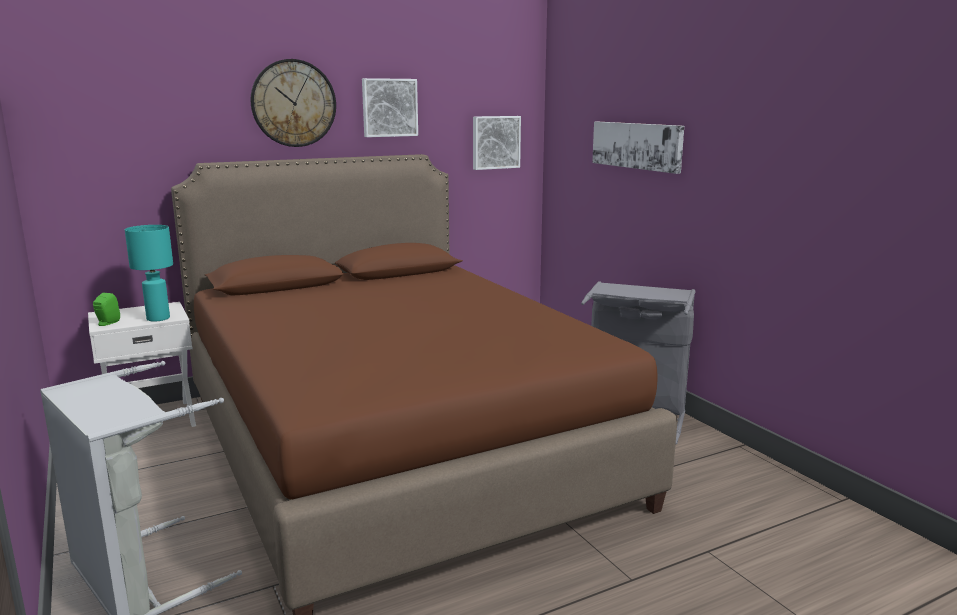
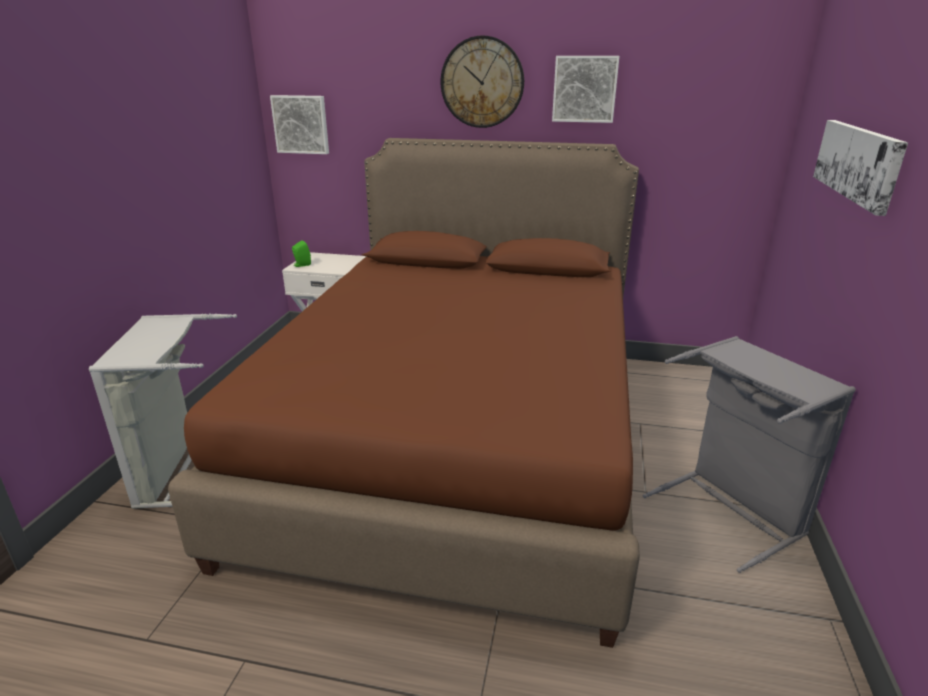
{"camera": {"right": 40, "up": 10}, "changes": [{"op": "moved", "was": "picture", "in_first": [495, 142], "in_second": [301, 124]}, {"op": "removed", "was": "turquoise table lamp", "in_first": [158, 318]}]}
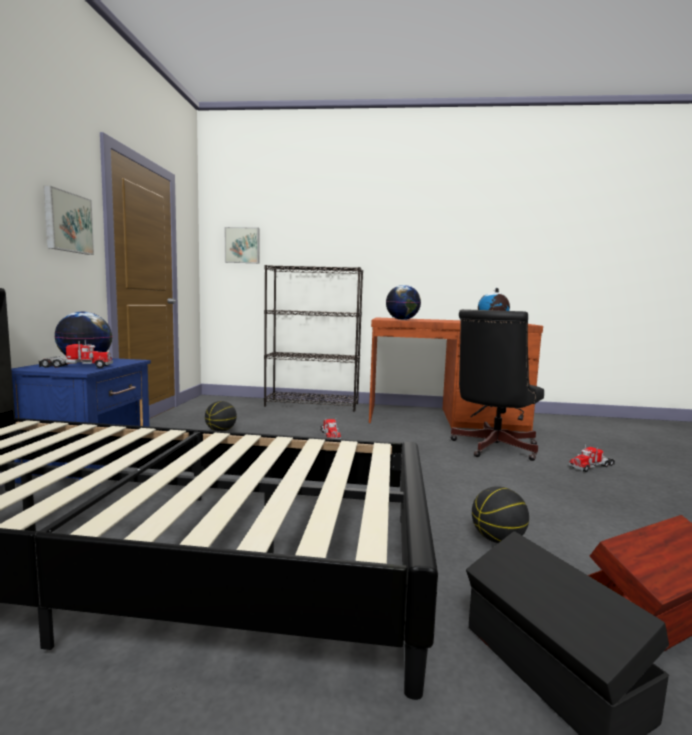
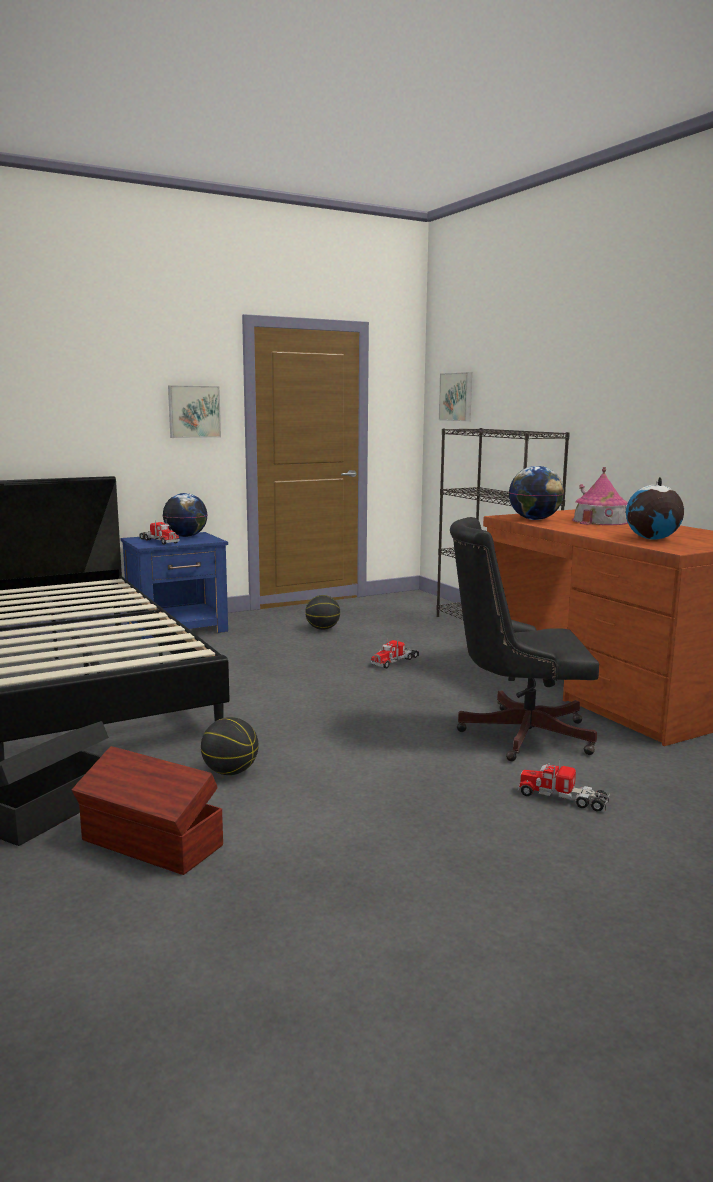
{"camera": {"right": 55, "up": 5}, "changes": [{"op": "added", "now": "toy house", "in_second": [600, 521]}]}
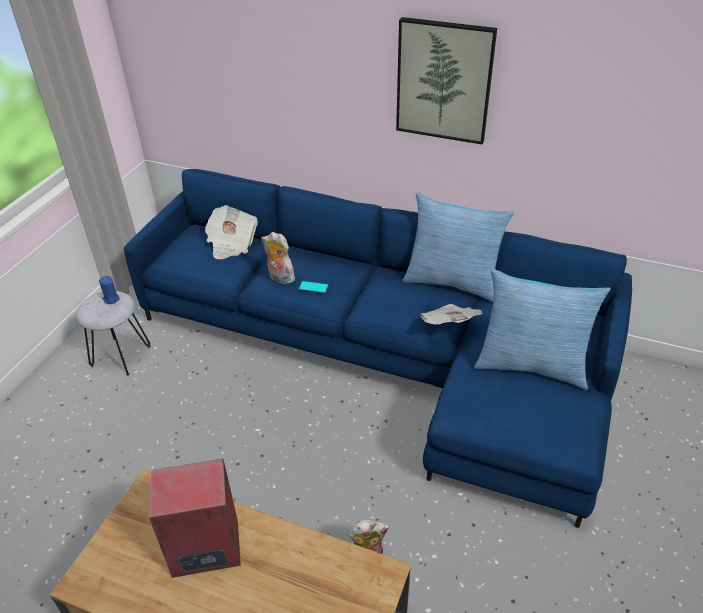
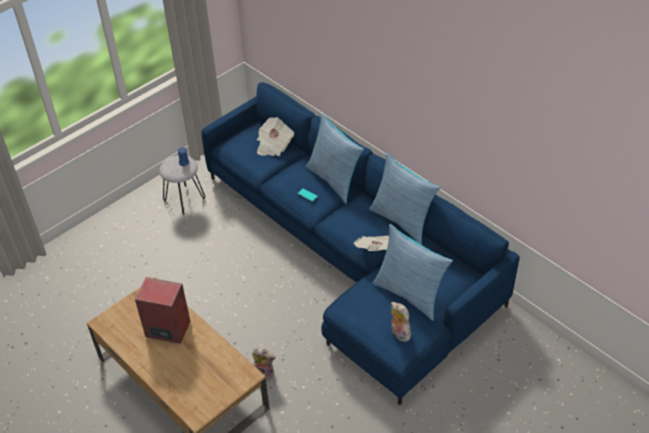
{"camera": {"right": 25, "up": 5}, "changes": [{"op": "added", "now": "pillow", "in_second": [334, 180]}, {"op": "moved", "was": "soft toy", "in_first": [279, 278], "in_second": [398, 333]}, {"op": "removed", "was": "picture", "in_first": [444, 81]}]}
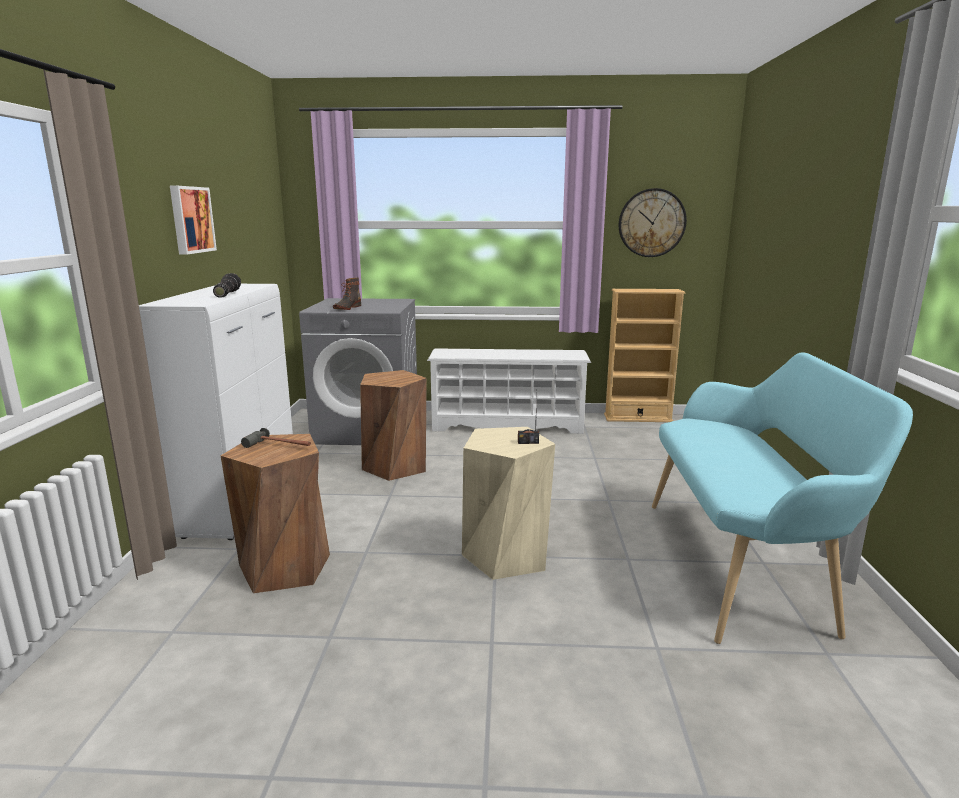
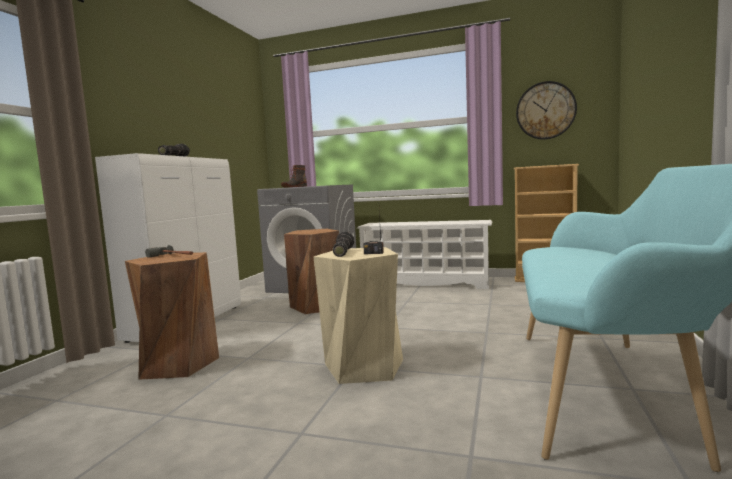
{"camera": {"right": 15, "up": -10}, "changes": [{"op": "added", "now": "hand torch", "in_second": [342, 252]}, {"op": "removed", "was": "picture", "in_first": [190, 219]}]}
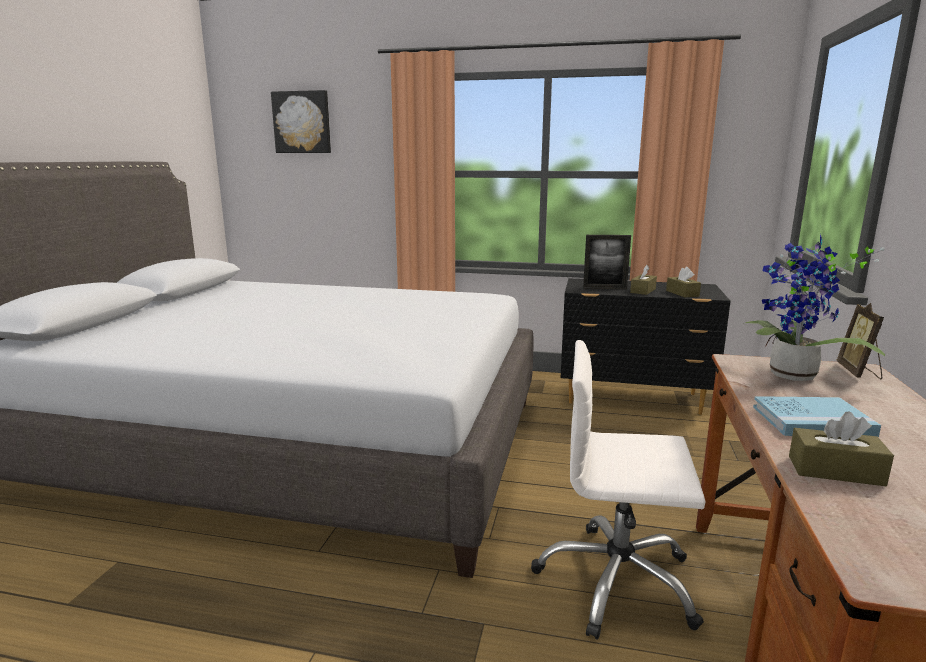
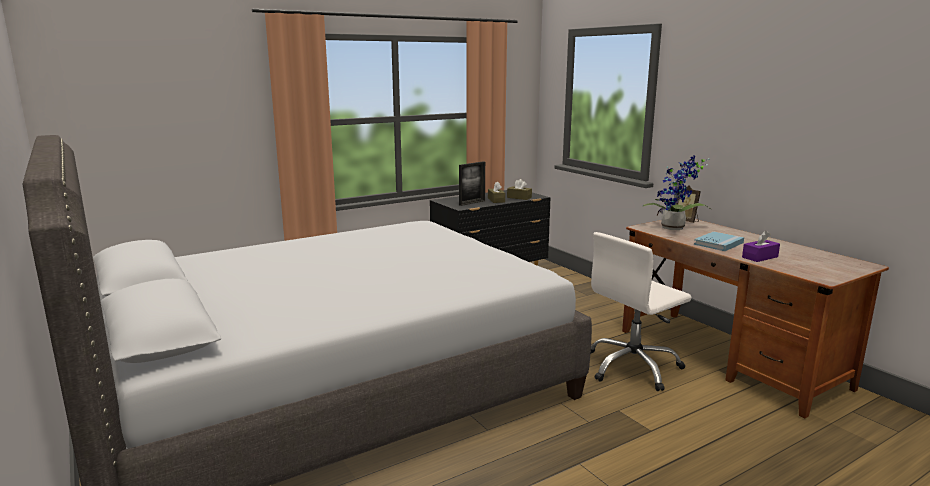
{"camera": {"right": -45, "up": 0}, "changes": [{"op": "recoloured", "was": "brown-coloured tissue box", "now": "purple-coloured tissue box", "in_first": [835, 471], "in_second": [760, 257]}, {"op": "removed", "was": "picture", "in_first": [302, 122]}]}
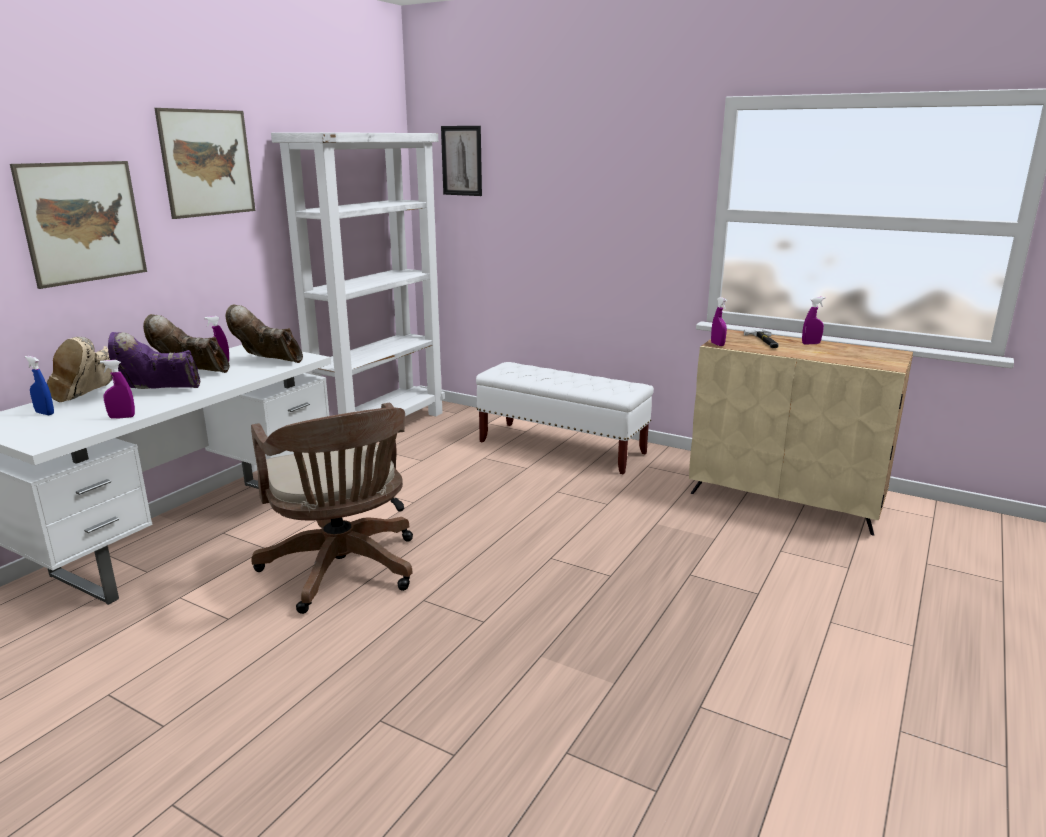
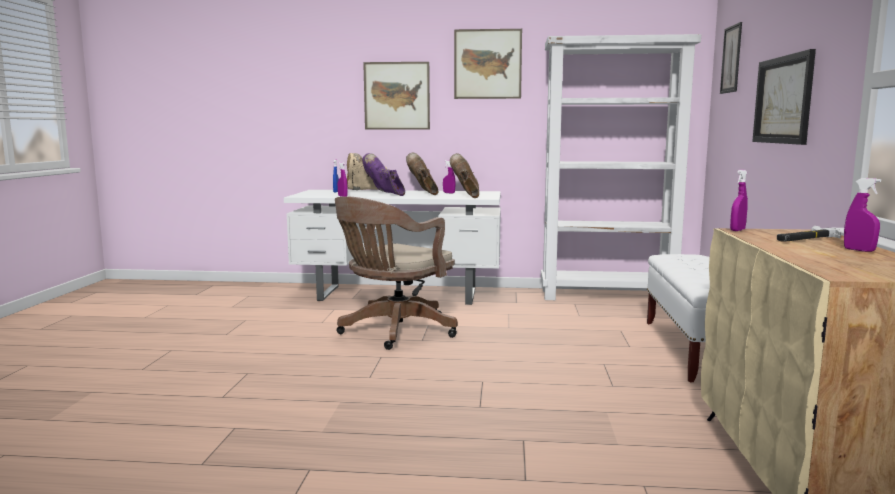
{"camera": {"right": 65, "up": -10}, "changes": [{"op": "added", "now": "picture", "in_second": [783, 100]}]}
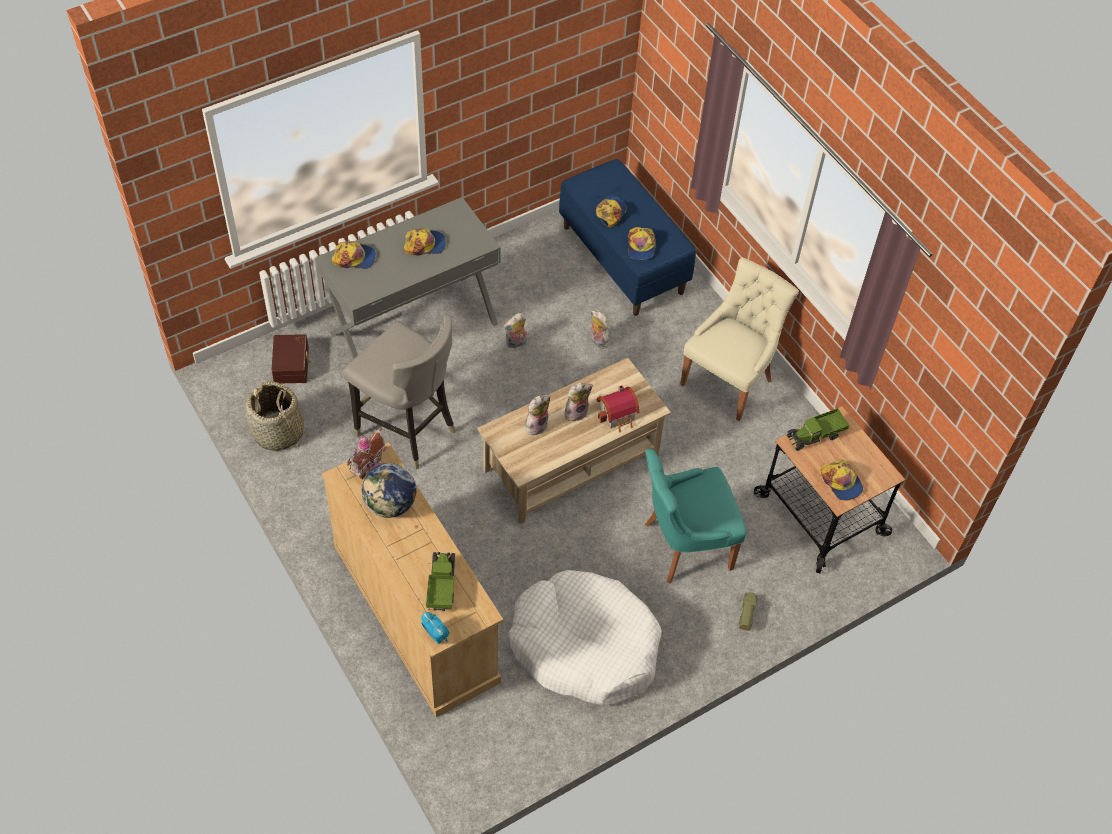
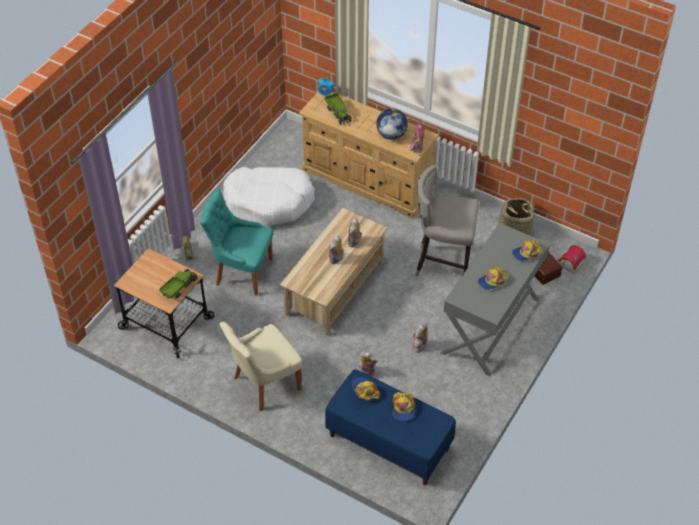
{"camera": {"right": 155, "up": -5}, "changes": [{"op": "turned", "was": "turquoise upright chair", "in_first": [684, 546], "in_second": [241, 271], "clockwise": -120}, {"op": "turned", "was": "beige-coloured upright chair", "in_first": [729, 380], "in_second": [264, 384], "clockwise": 45}, {"op": "moved", "was": "toy house", "in_first": [618, 415], "in_second": [569, 264]}, {"op": "removed", "was": "peaked cap", "in_first": [841, 482]}]}
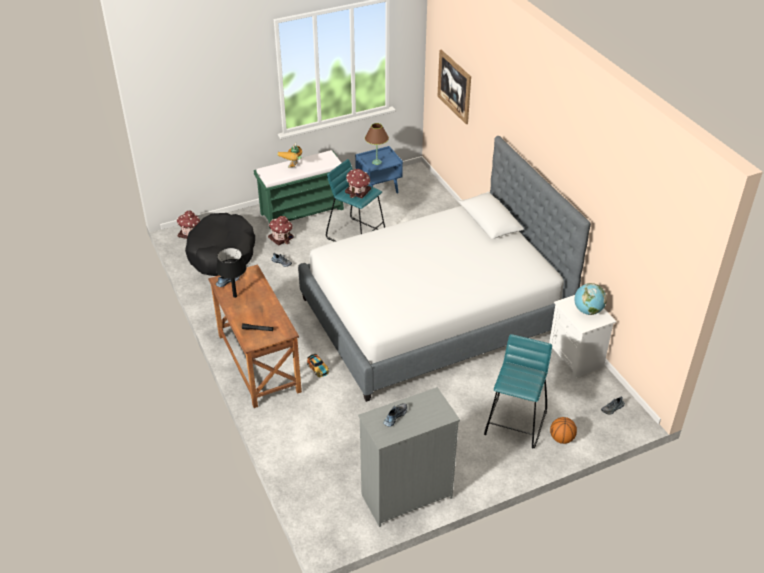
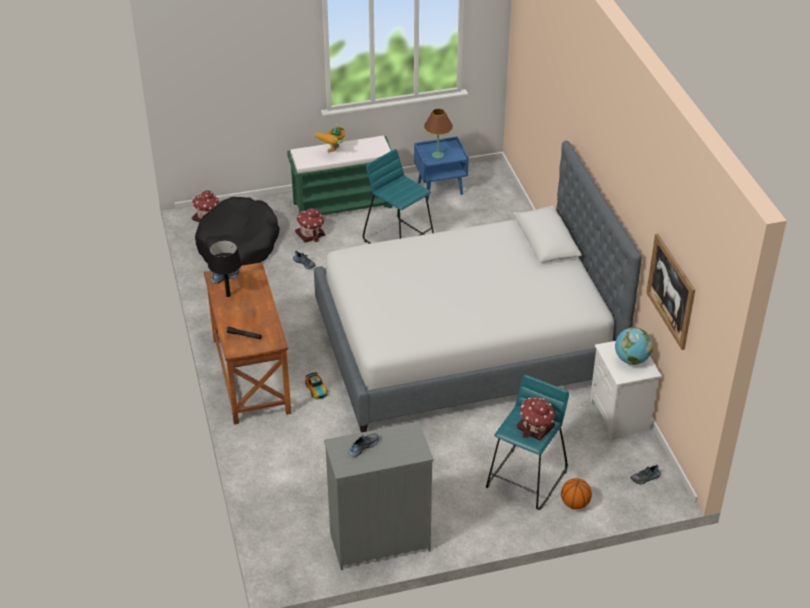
{"camera": {"right": 10, "up": 0}, "changes": [{"op": "moved", "was": "toy house", "in_first": [358, 191], "in_second": [536, 428]}, {"op": "moved", "was": "picture", "in_first": [454, 86], "in_second": [671, 291]}]}
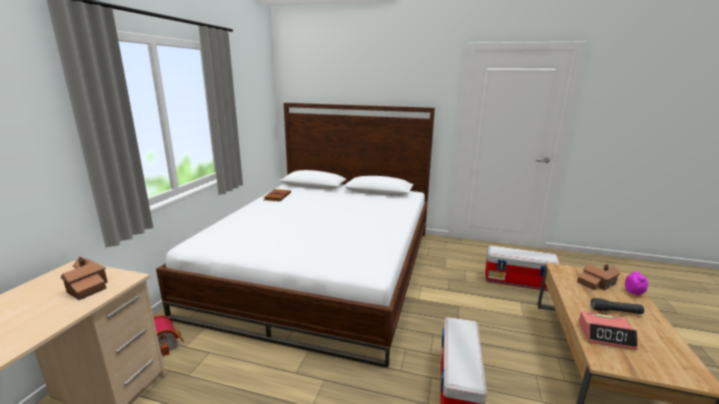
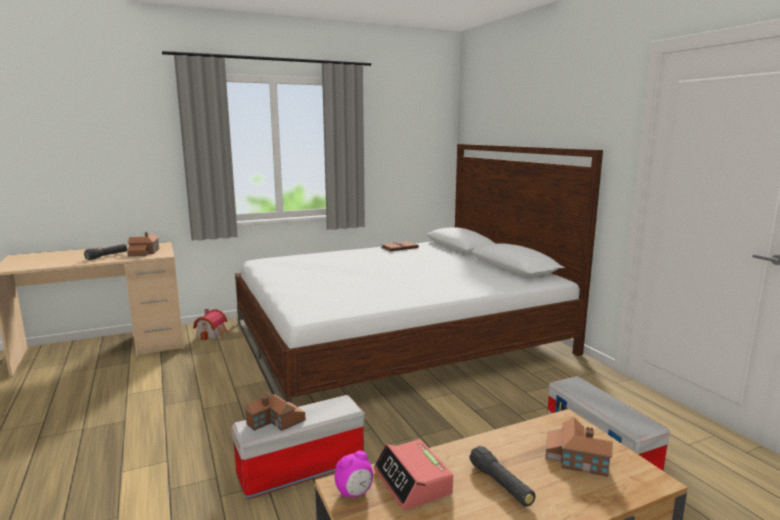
{"camera": {"right": 50, "up": -5}, "changes": [{"op": "added", "now": "black hand torch", "in_second": [107, 256]}, {"op": "added", "now": "toy house", "in_second": [276, 422]}, {"op": "moved", "was": "bedside clock", "in_first": [634, 292], "in_second": [354, 493]}]}
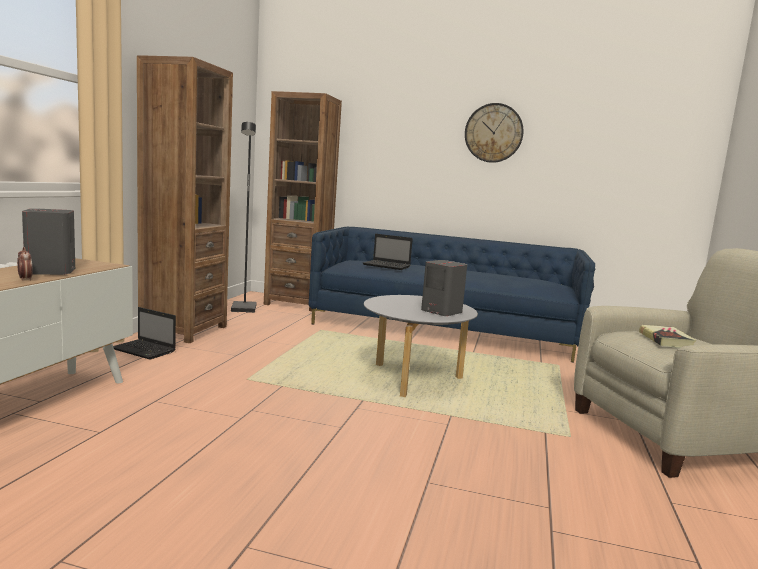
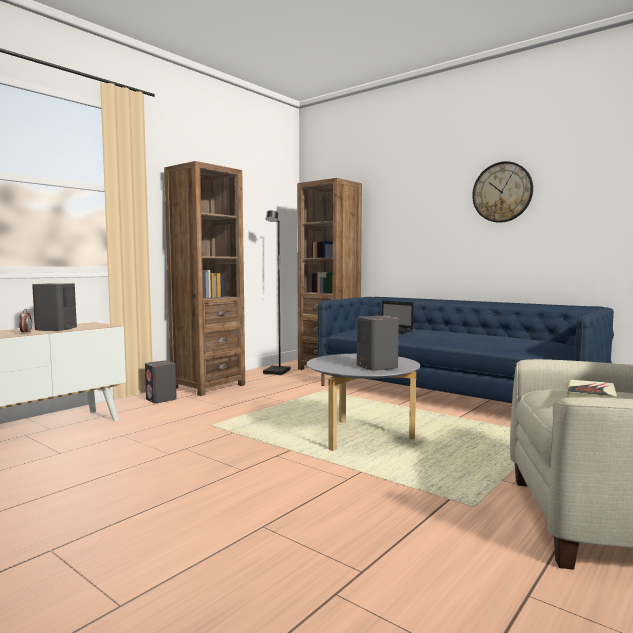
{"camera": {"right": 25, "up": -5}, "changes": [{"op": "replaced", "was": "laptop", "now": "grey audio speaker", "in_first": [145, 350], "in_second": [161, 399]}]}
